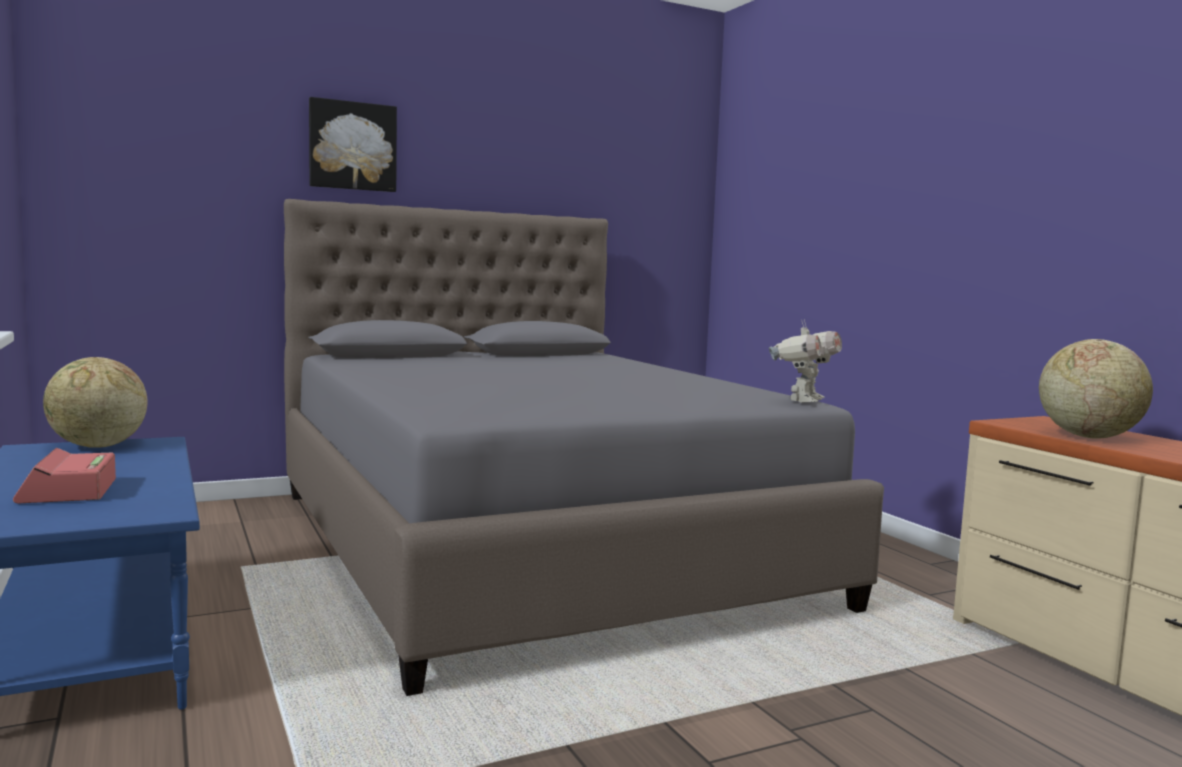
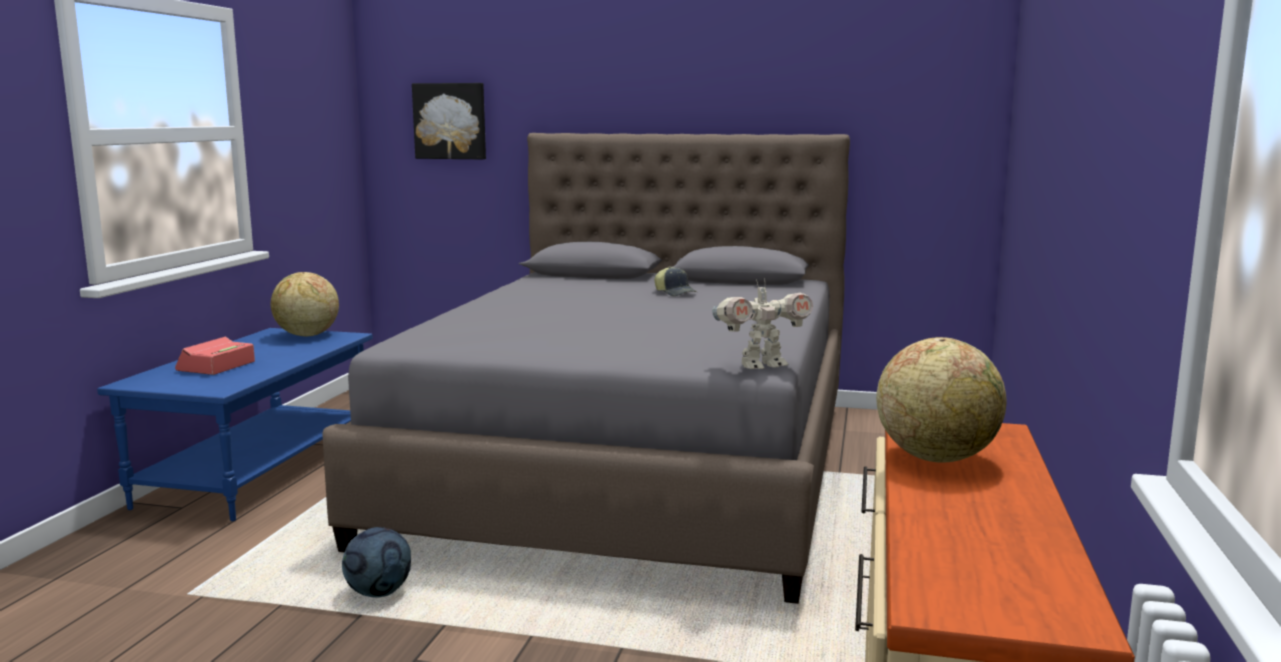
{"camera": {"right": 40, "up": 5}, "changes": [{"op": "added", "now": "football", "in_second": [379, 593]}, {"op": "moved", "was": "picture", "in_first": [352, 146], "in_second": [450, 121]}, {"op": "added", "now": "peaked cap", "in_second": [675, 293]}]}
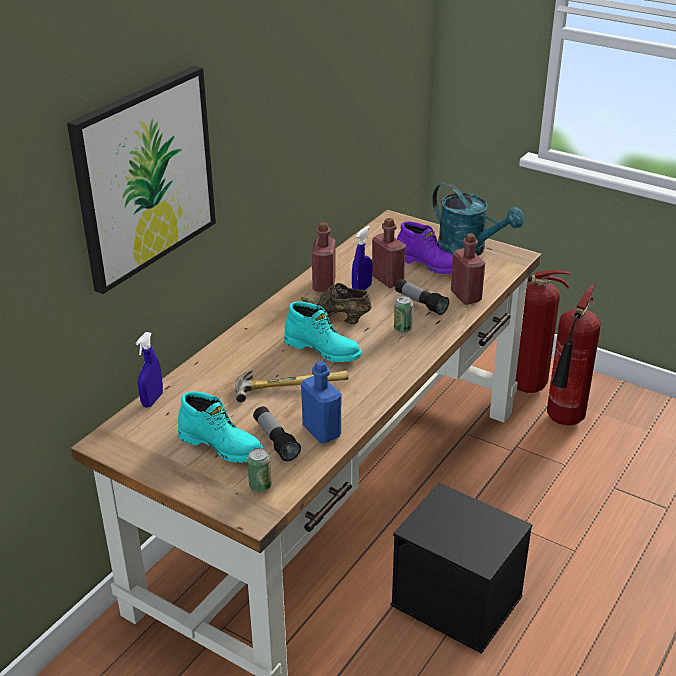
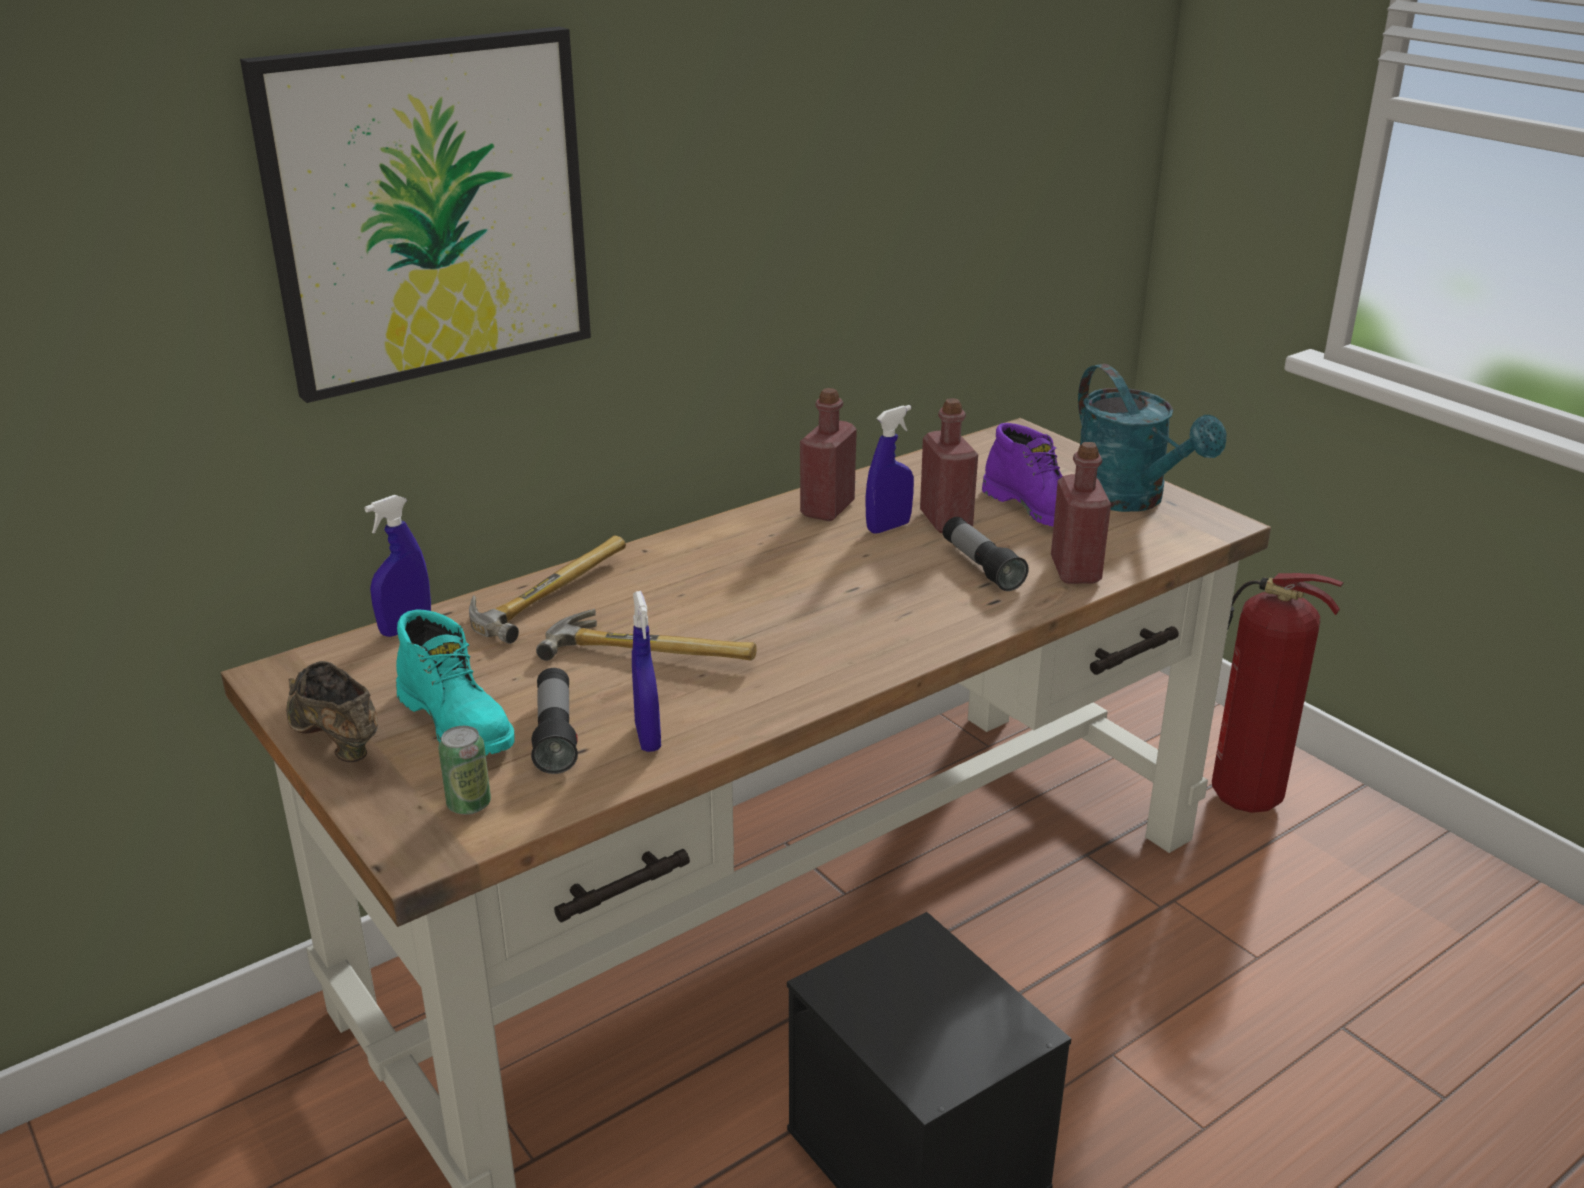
{"camera": {"right": 20, "up": -5}, "changes": [{"op": "moved", "was": "brown-coloured low shoe", "in_first": [338, 317], "in_second": [334, 740]}, {"op": "added", "now": "hammer", "in_second": [545, 593]}, {"op": "replaced", "was": "bluish beverage bottle", "now": "bluish hand sprayer", "in_first": [321, 431], "in_second": [648, 737]}, {"op": "removed", "was": "turquoise boot", "in_first": [323, 349]}, {"op": "removed", "was": "sealed can", "in_first": [402, 328]}, {"op": "removed", "was": "fire-fighting cylinder", "in_first": [564, 421]}]}
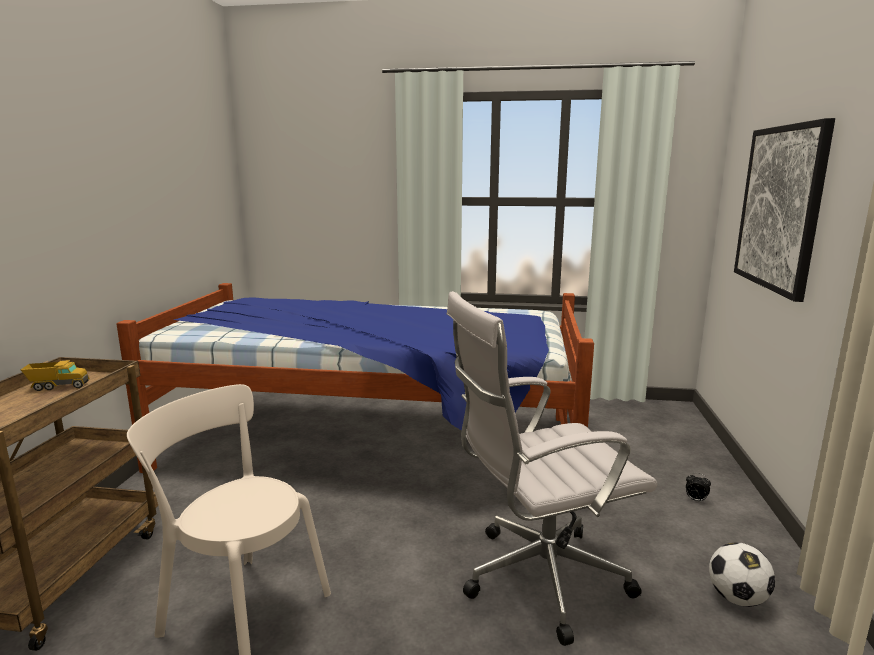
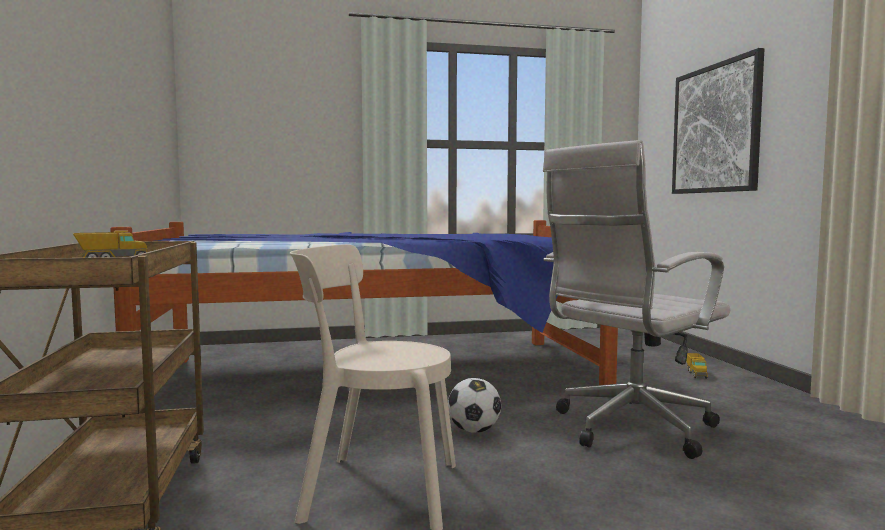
{"camera": {"right": -20, "up": -10}, "changes": [{"op": "moved", "was": "football", "in_first": [737, 598], "in_second": [474, 430]}, {"op": "replaced", "was": "bedside clock", "now": "toy lorry", "in_first": [695, 500], "in_second": [696, 374]}]}
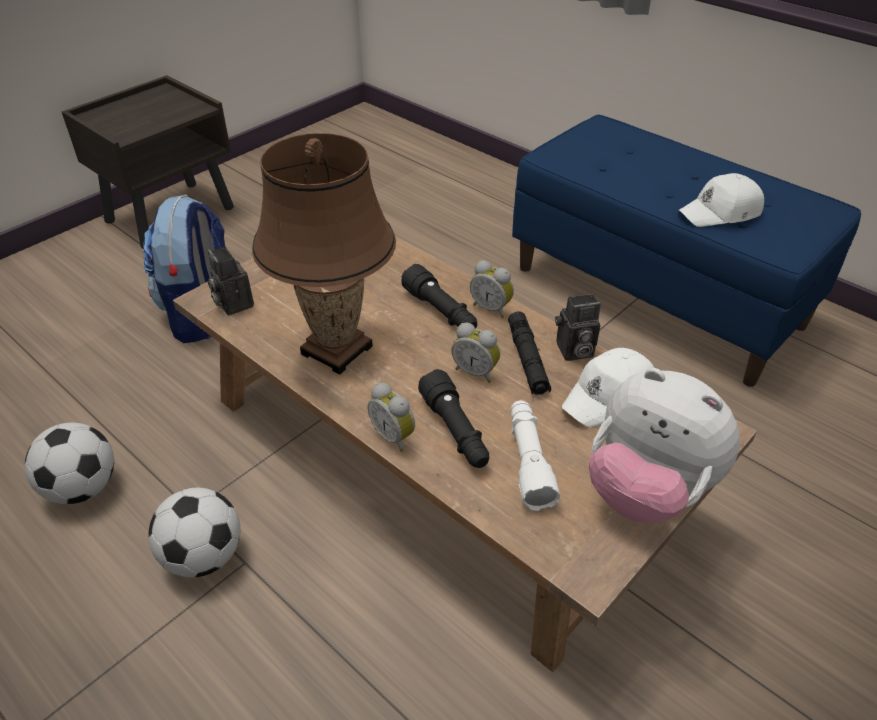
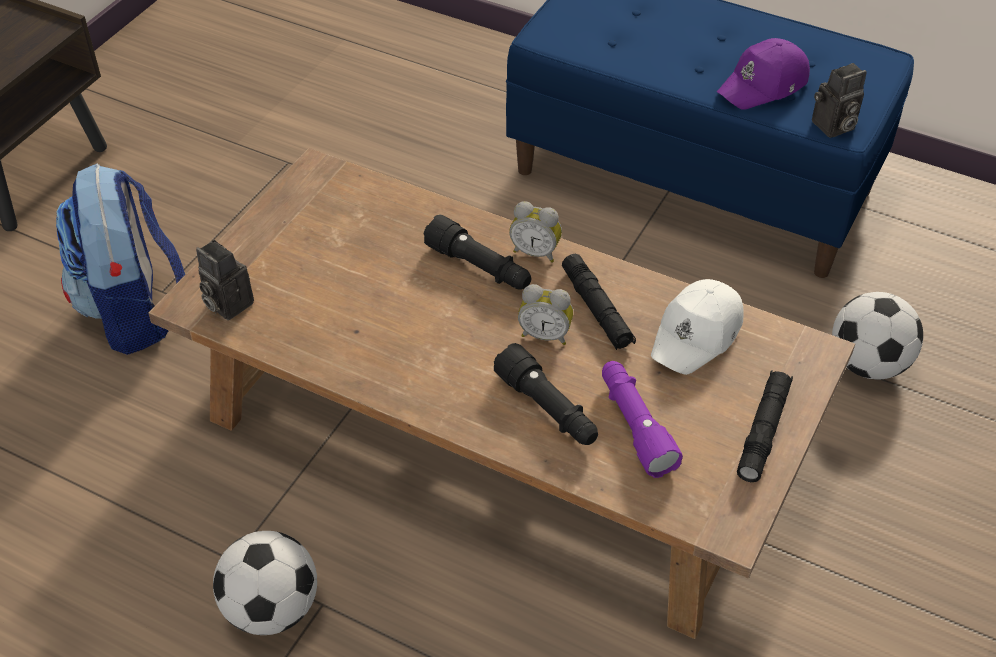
{"camera": {"right": -15, "up": 5}, "changes": [{"op": "recoloured", "was": "white-coloured hand torch", "now": "purple-coloured hand torch", "in_first": [528, 461], "in_second": [635, 426]}, {"op": "recoloured", "was": "white-coloured peaked cap", "now": "purple-coloured peaked cap", "in_first": [721, 213], "in_second": [764, 86]}, {"op": "replaced", "was": "soft toy", "now": "black hand torch", "in_first": [647, 490], "in_second": [763, 431]}, {"op": "moved", "was": "photo camera", "in_first": [573, 351], "in_second": [833, 127]}, {"op": "moved", "was": "football", "in_first": [82, 488], "in_second": [868, 364]}, {"op": "removed", "was": "brown-coloured table lamp", "in_first": [337, 349]}, {"op": "removed", "was": "bedside clock", "in_first": [395, 436]}]}
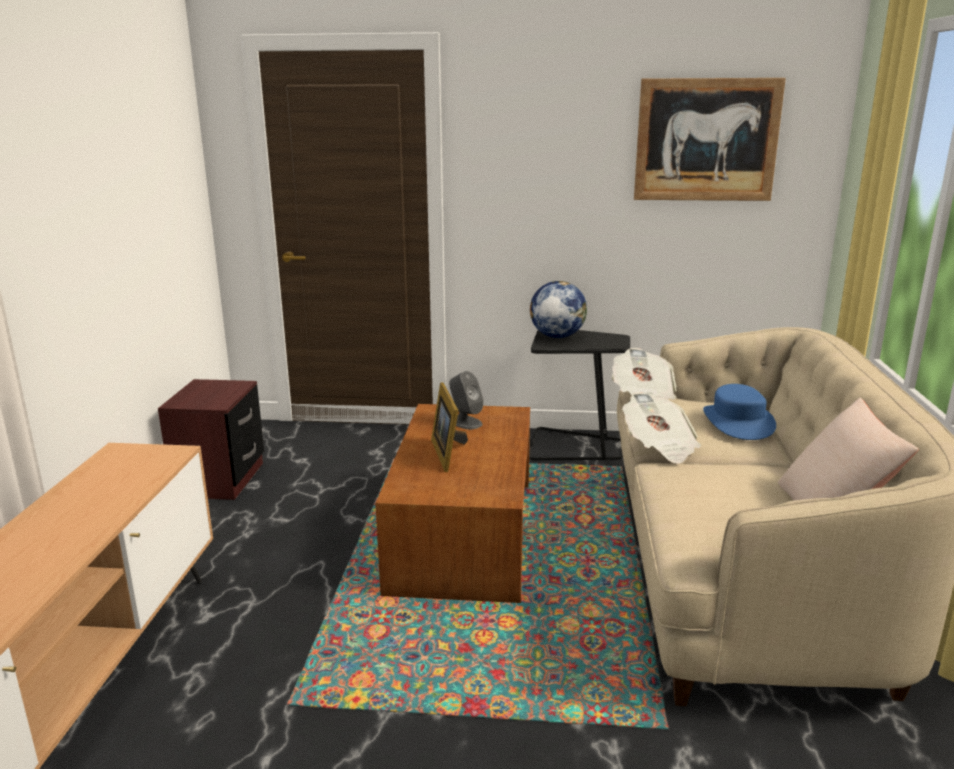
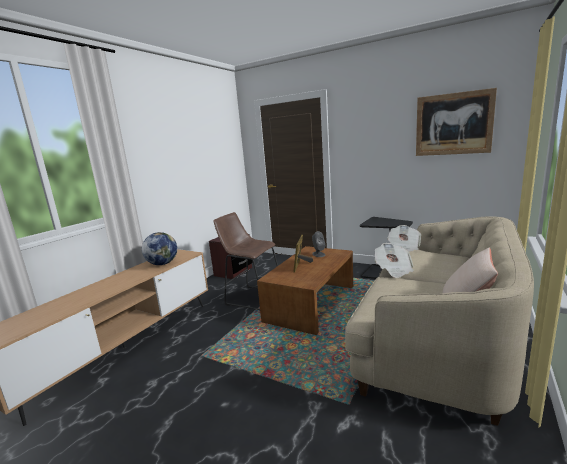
{"camera": {"right": 25, "up": -5}, "changes": [{"op": "moved", "was": "world globe", "in_first": [557, 336], "in_second": [162, 264]}, {"op": "added", "now": "brown-coloured stool", "in_second": [252, 297]}, {"op": "removed", "was": "bluish hat", "in_first": [737, 422]}]}
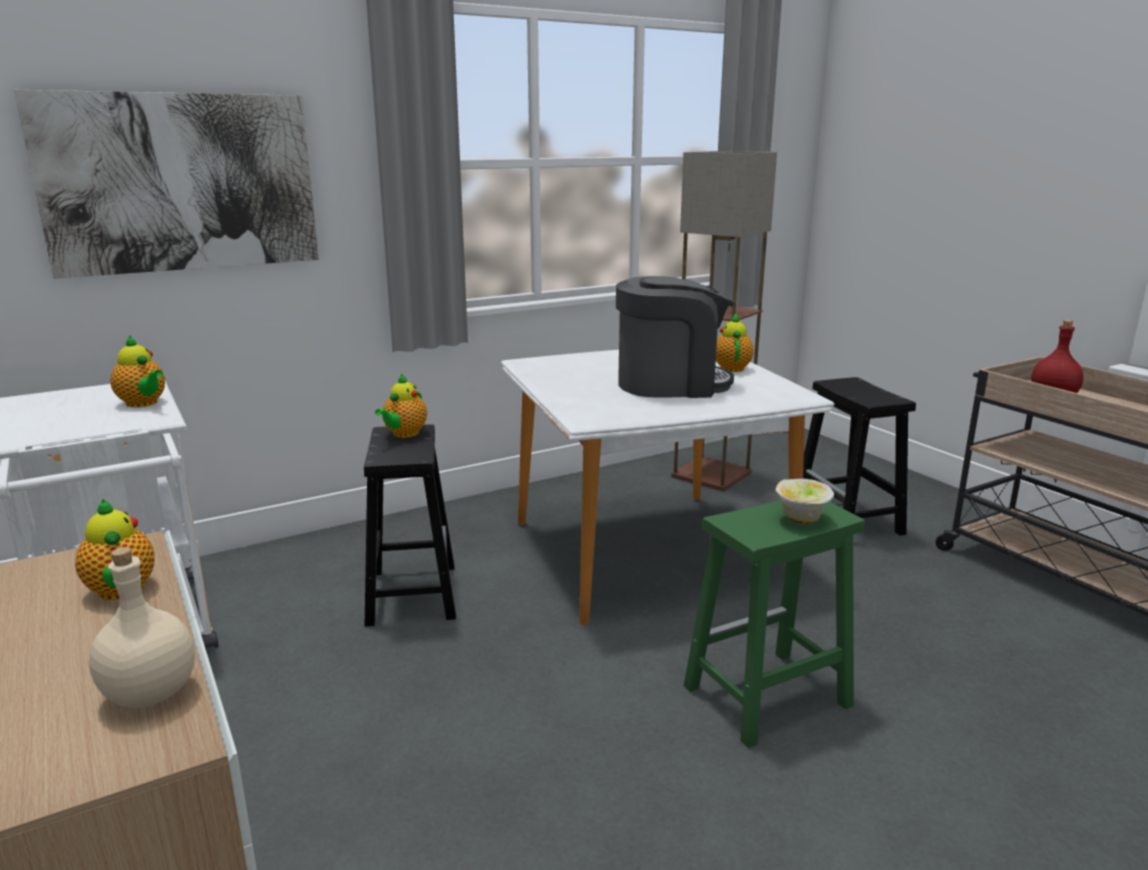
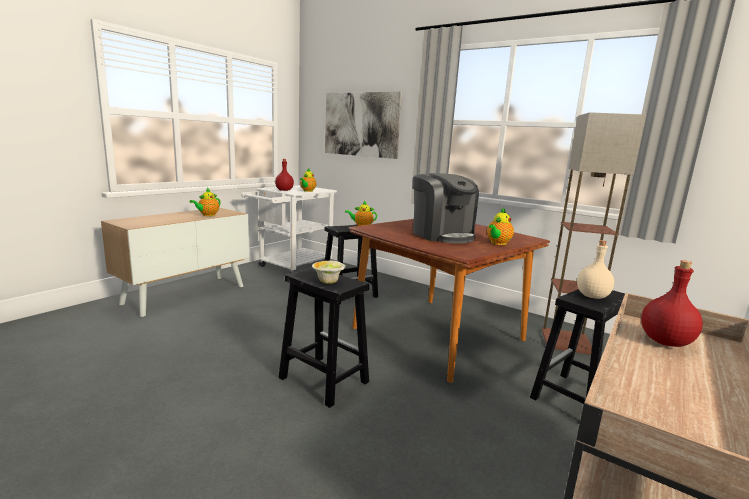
{"camera": {"right": 65, "up": -5}, "changes": [{"op": "added", "now": "red beverage bottle", "in_second": [284, 190]}, {"op": "recoloured", "was": "green stool", "now": "black stool", "in_first": [765, 697], "in_second": [322, 379]}, {"op": "recoloured", "was": "white-coloured dining table", "now": "brown-coloured dining table", "in_first": [646, 552], "in_second": [437, 334]}, {"op": "turned", "was": "teapot", "in_first": [731, 368], "in_second": [497, 243], "clockwise": 150}, {"op": "moved", "was": "beige-coloured beverage bottle", "in_first": [148, 694], "in_second": [591, 296]}]}
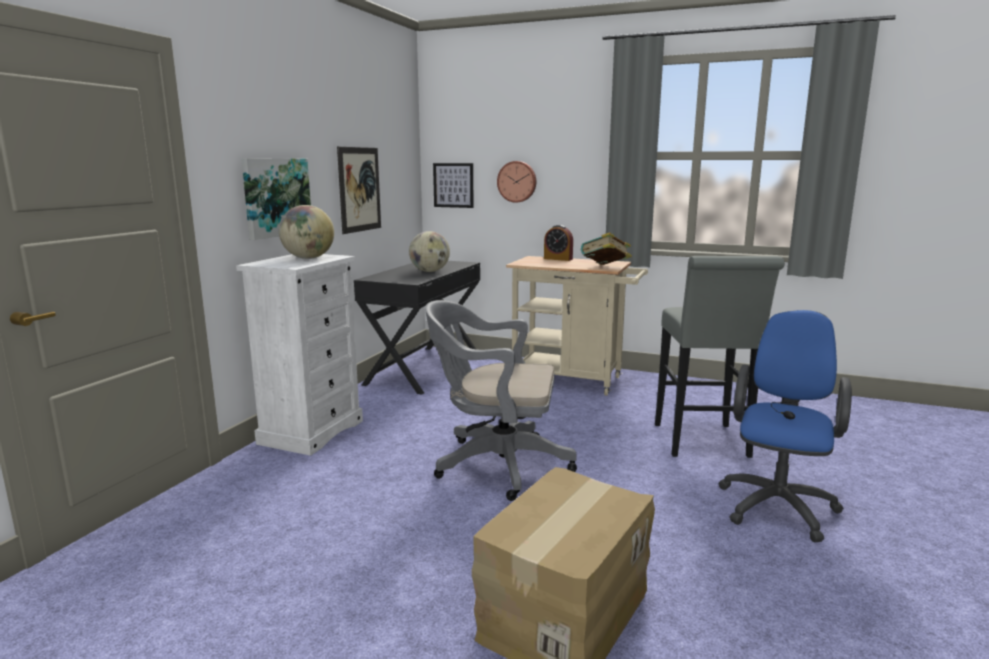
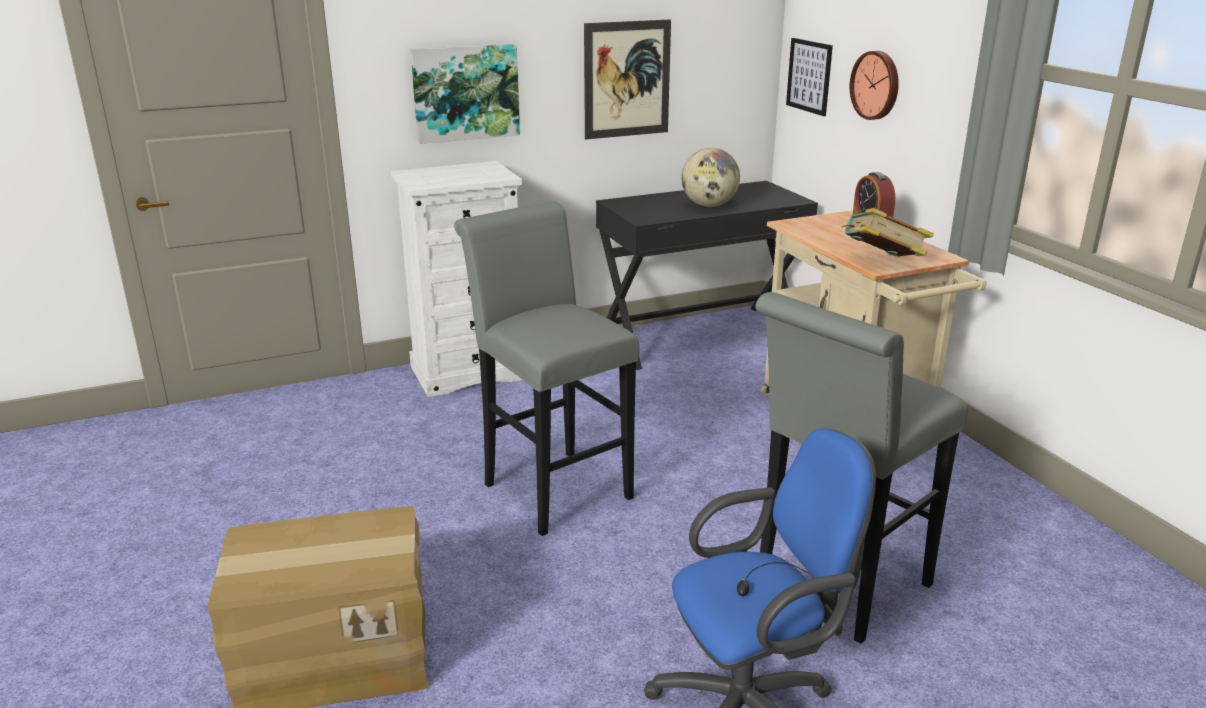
{"camera": {"right": 45, "up": 10}, "changes": [{"op": "replaced", "was": "grey office chair", "now": "grey stool", "in_first": [495, 464], "in_second": [551, 486]}, {"op": "removed", "was": "world globe", "in_first": [308, 258]}]}
